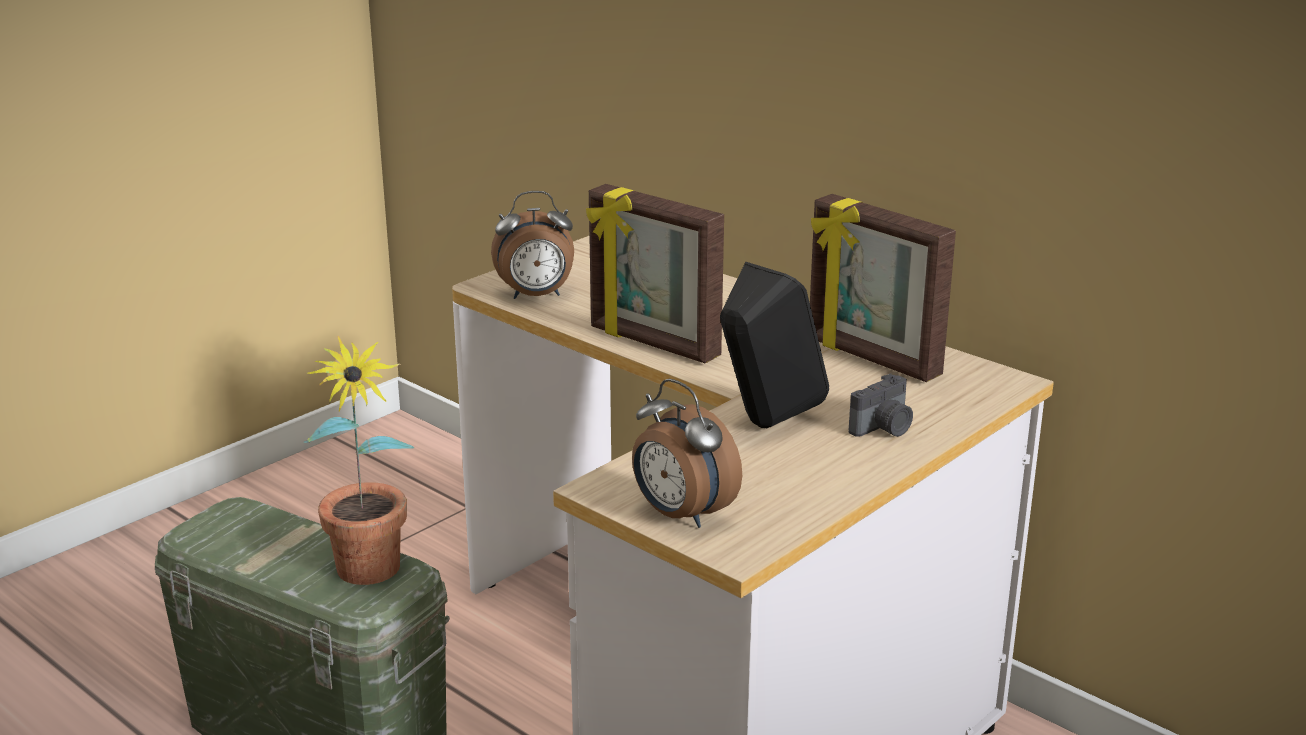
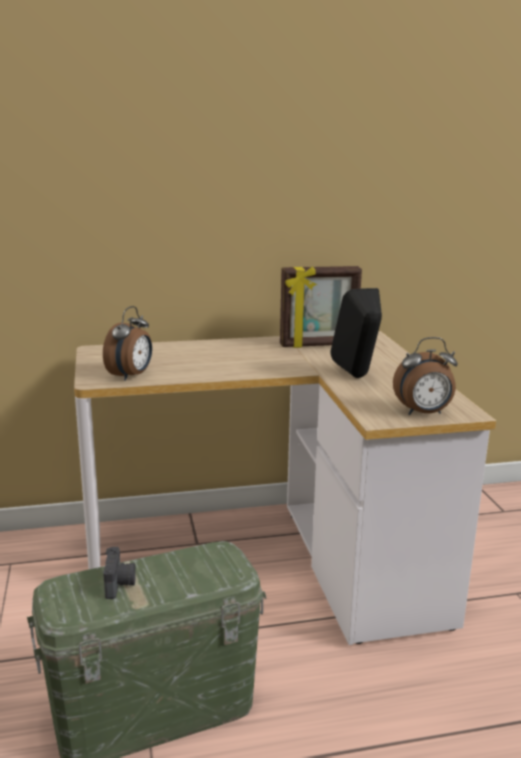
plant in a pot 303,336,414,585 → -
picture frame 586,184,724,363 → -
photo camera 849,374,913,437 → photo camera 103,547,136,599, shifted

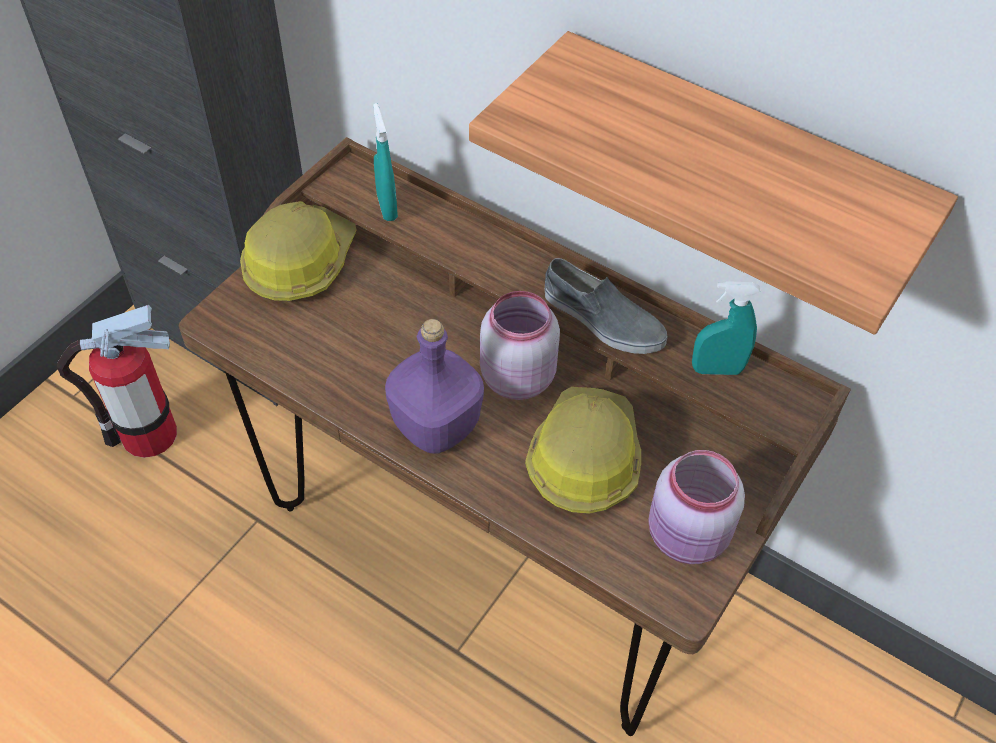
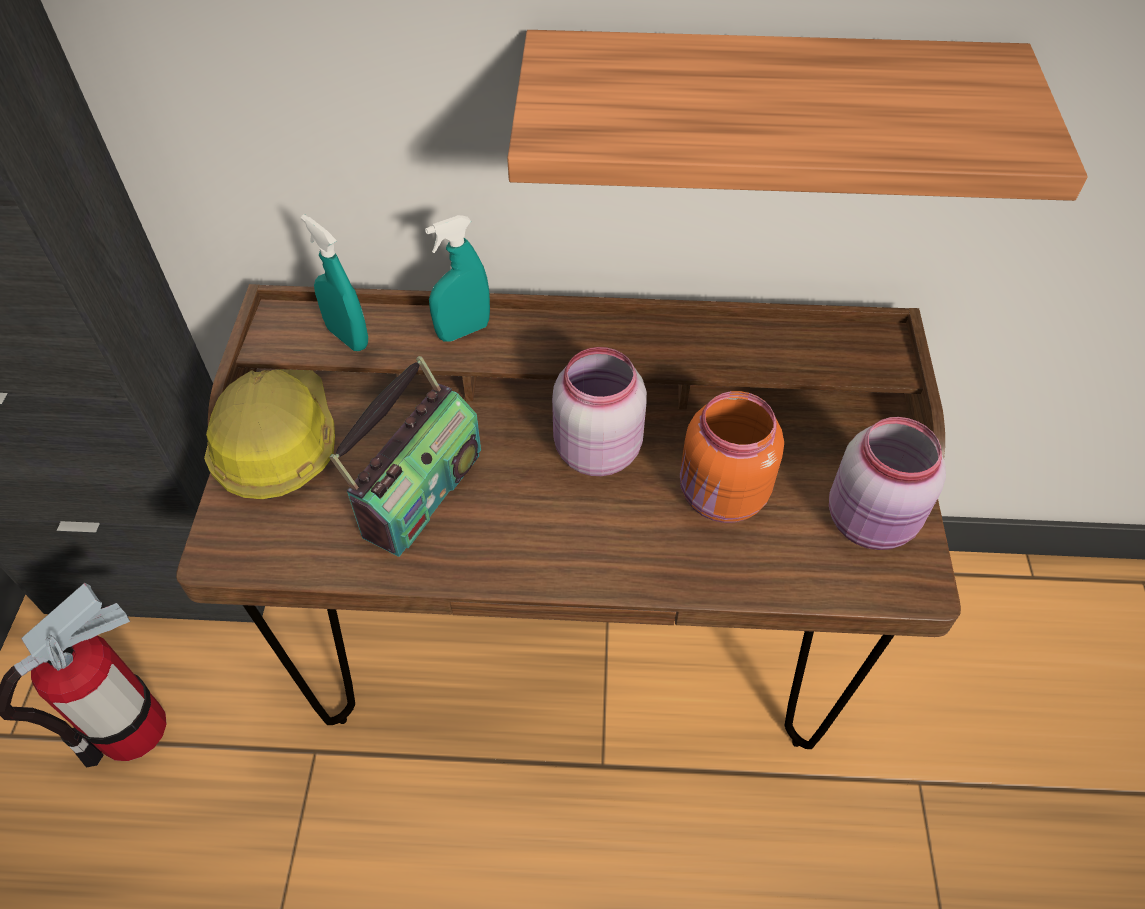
purple-coloured drink bottle 385,319,484,453 → -
greyish item of footwear 545,258,667,354 → -
- → radio 329,356,481,557
blue-green sprayer 692,281,760,375 → blue-green sprayer 425,215,490,341, shifted
work helmet 525,387,641,514 → orange preserve jar 680,391,784,523

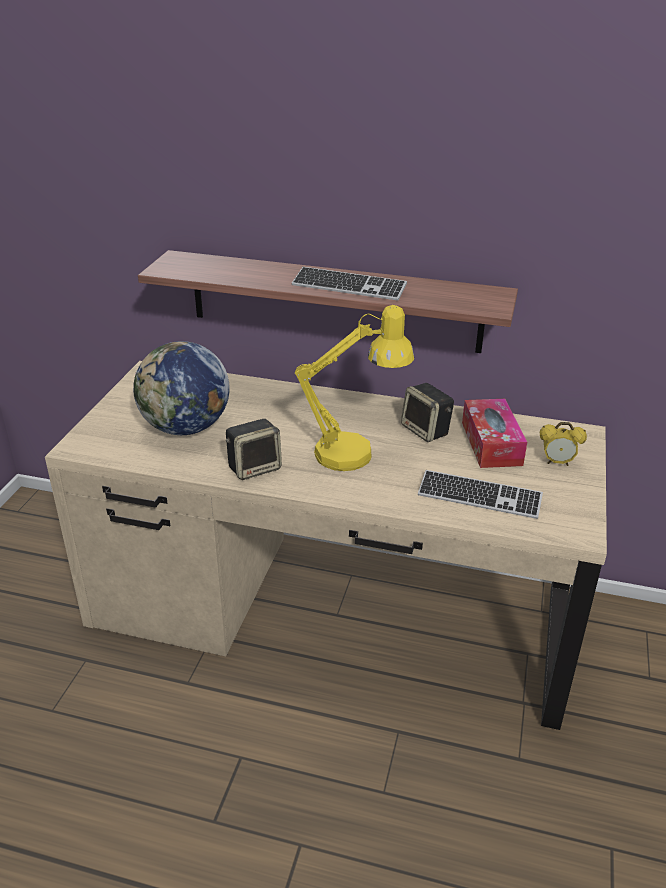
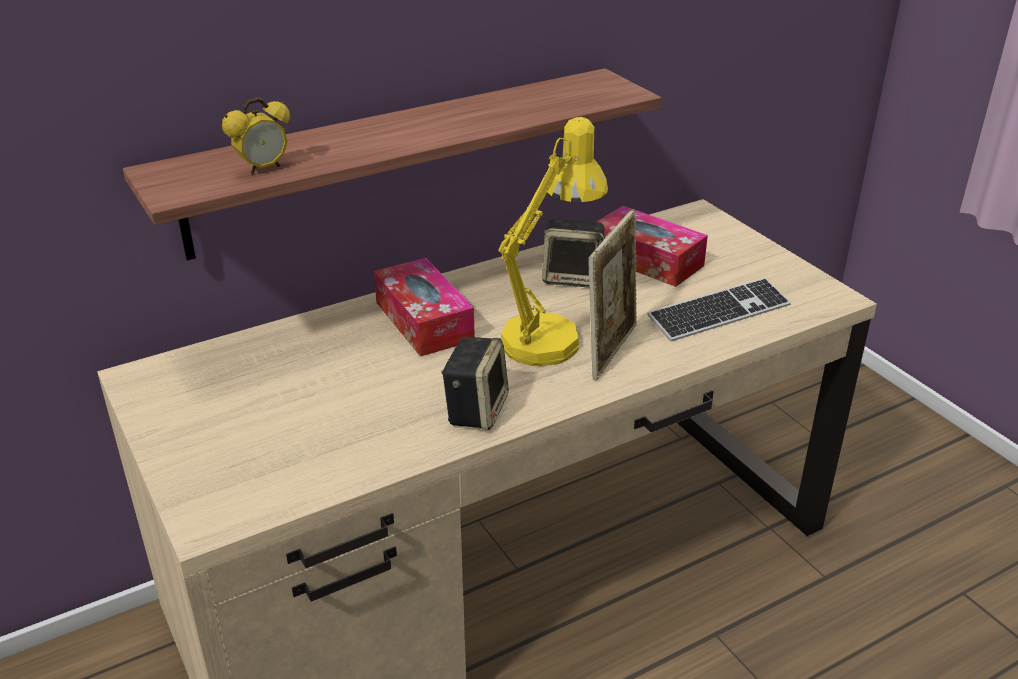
desk globe 133,341,230,435 → -
PC keyboard 292,267,407,301 → -
- → box of tissues 374,258,475,357
- → picture frame 588,210,637,380
bedside clock 540,422,587,466 → bedside clock 222,97,290,174, shifted

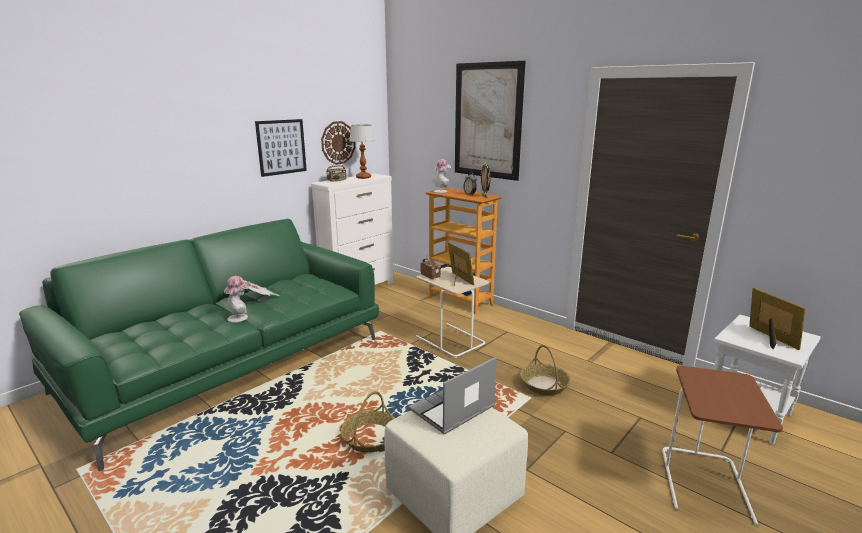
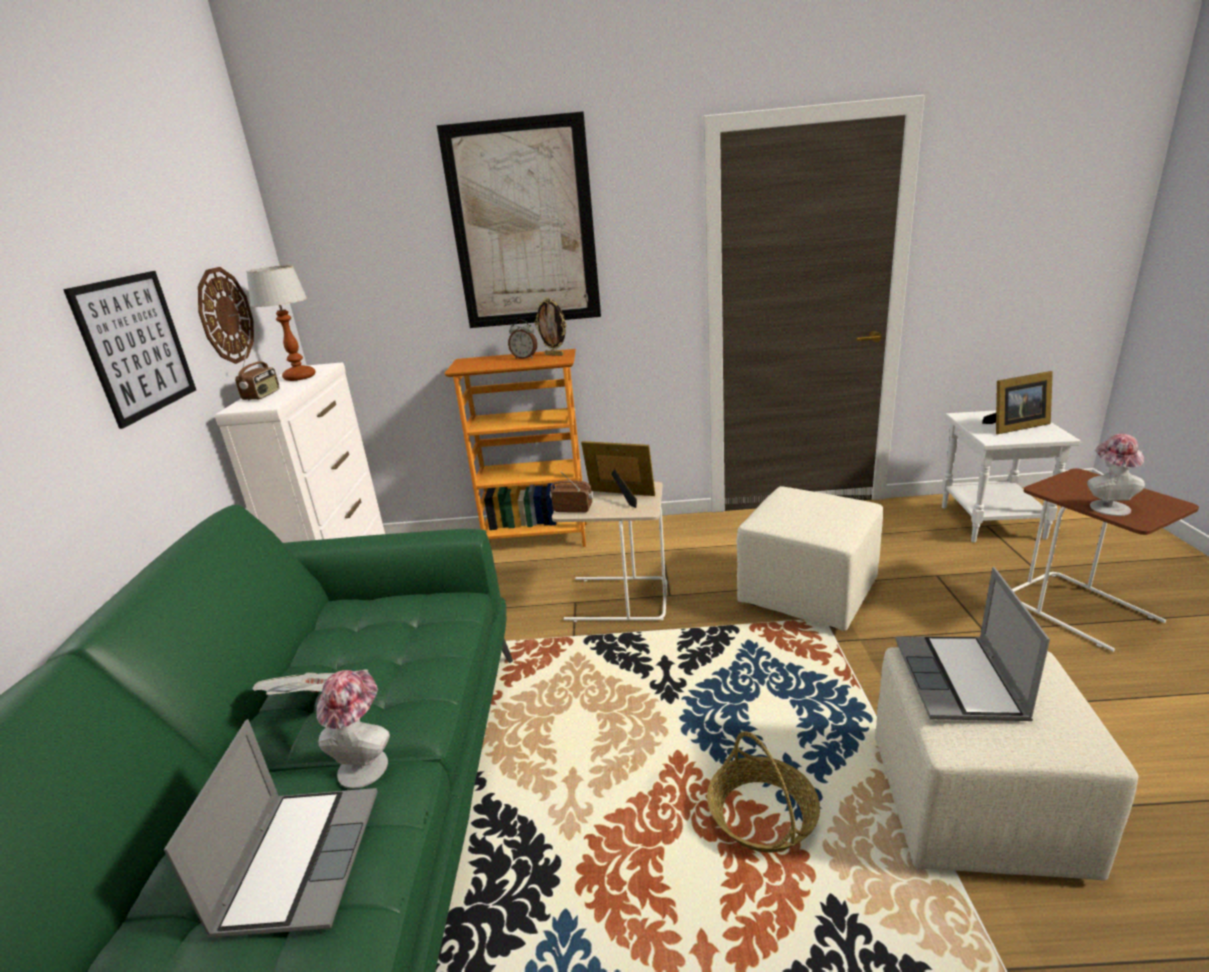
- → portable computer 164,719,378,938
clothing hat 432,159,451,193 → clothing hat 1087,434,1145,516, shifted
basket 520,345,571,395 → beige pouffe 737,486,883,631
picture frame 749,288,806,350 → picture frame 982,371,1053,434, 135 degrees clockwise

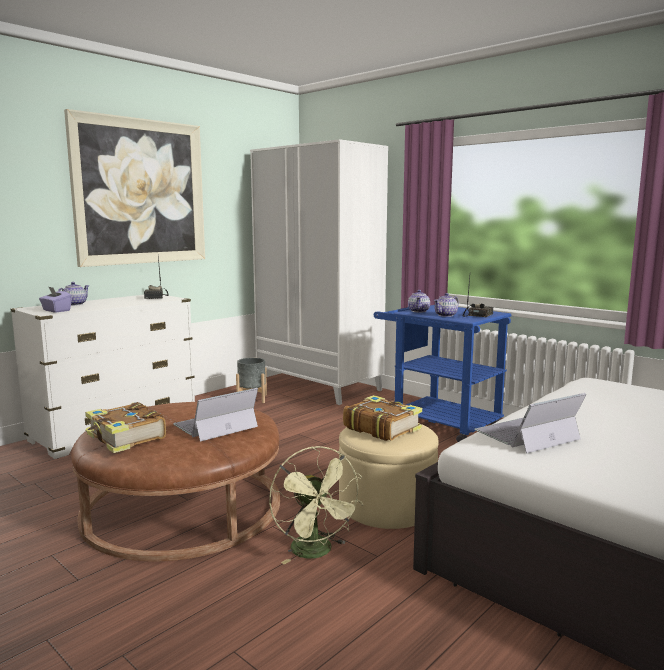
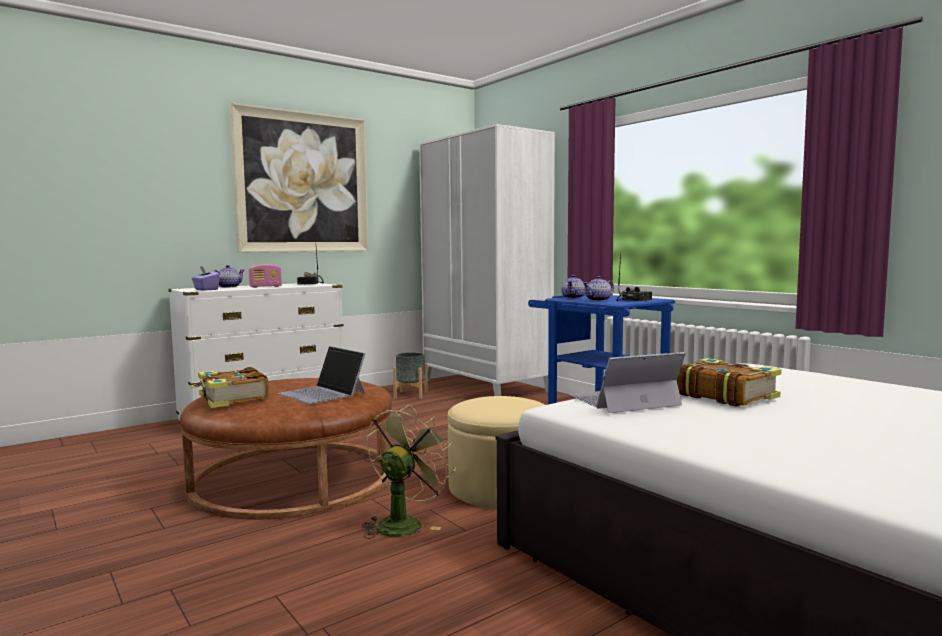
- → radio 249,264,282,288
bound book 343,395,422,441 → bound book 677,358,782,407, shifted
portable computer 173,388,258,442 → portable computer 278,346,366,404, 105 degrees counterclockwise
green electric fan 269,446,363,564 → green electric fan 362,405,456,539, 135 degrees counterclockwise

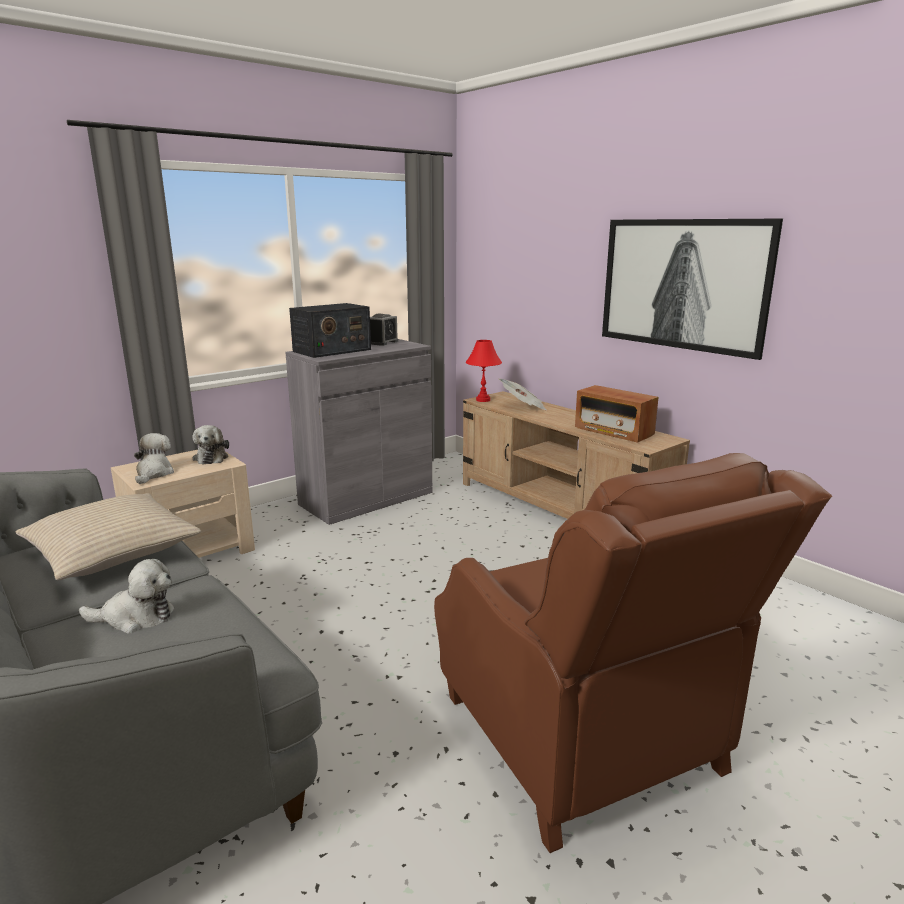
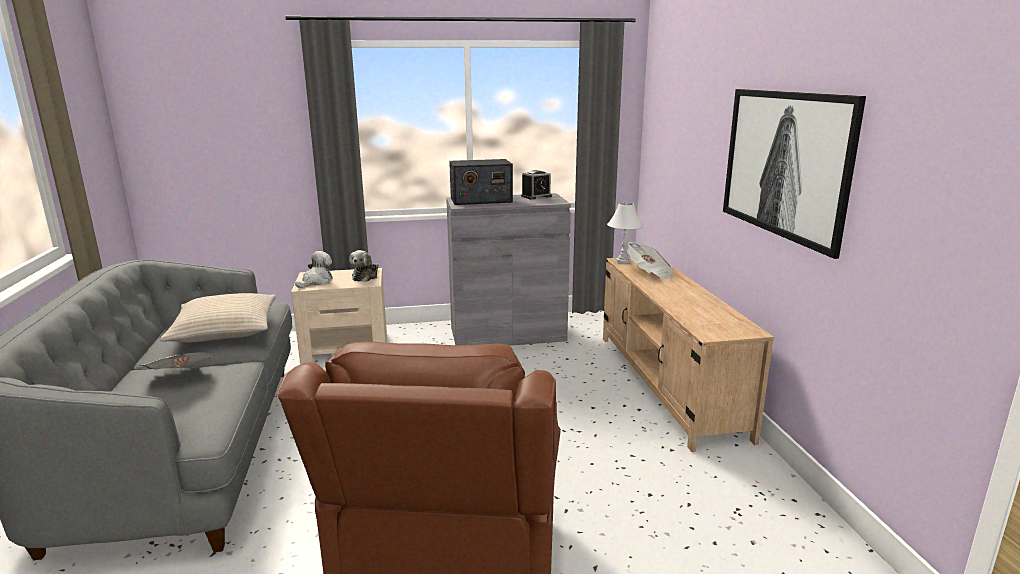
radio 575,385,658,443 → -
soft toy 79,559,174,634 → newspaper 139,352,215,370
reddish lamp for a table 466,340,502,402 → white lamp for a table 607,202,644,264

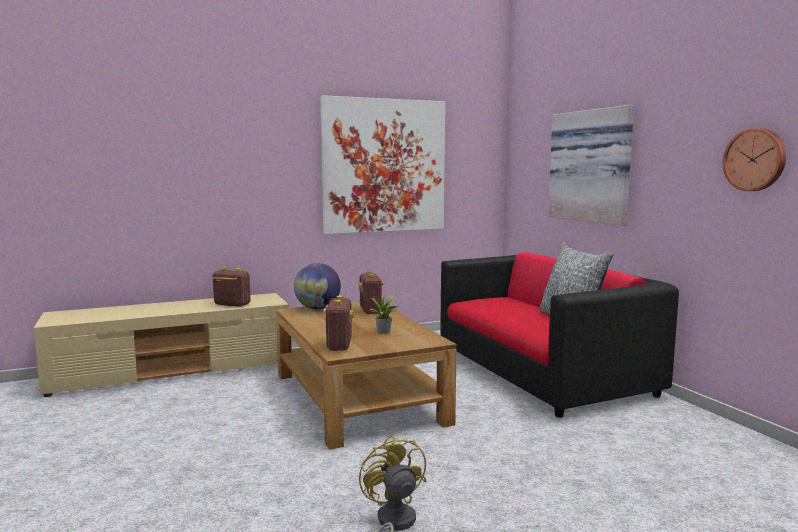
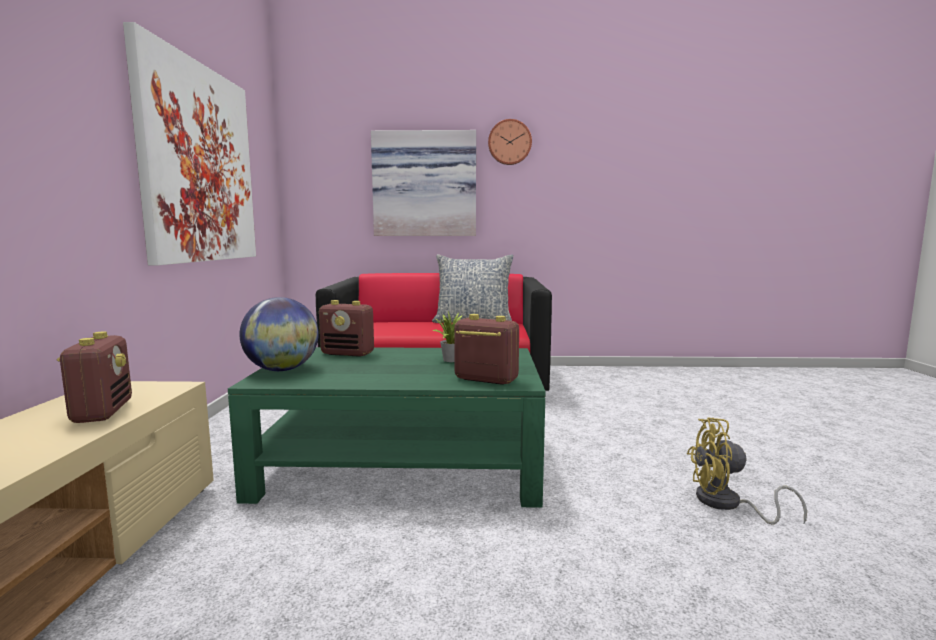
wall clock 723,128,786,191 → wall clock 488,119,532,165, shifted
brown-coloured coffee table 276,302,457,450 → green coffee table 228,347,546,508
radio 213,268,250,307 → radio 57,331,132,423, 120 degrees clockwise

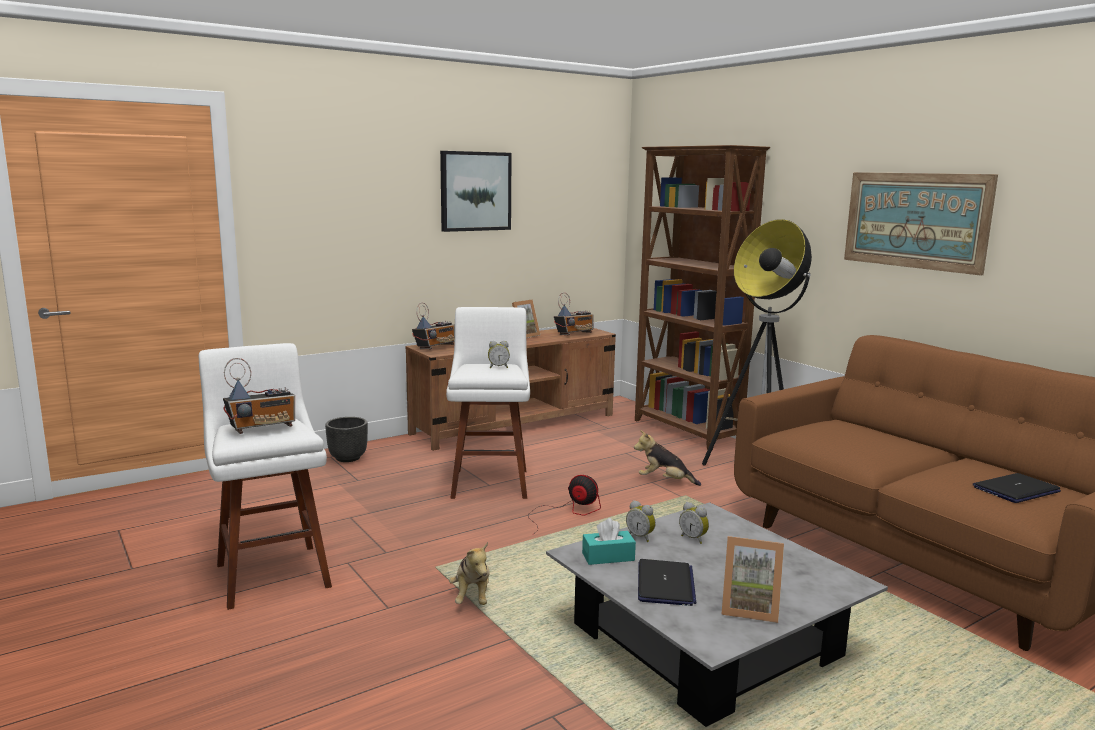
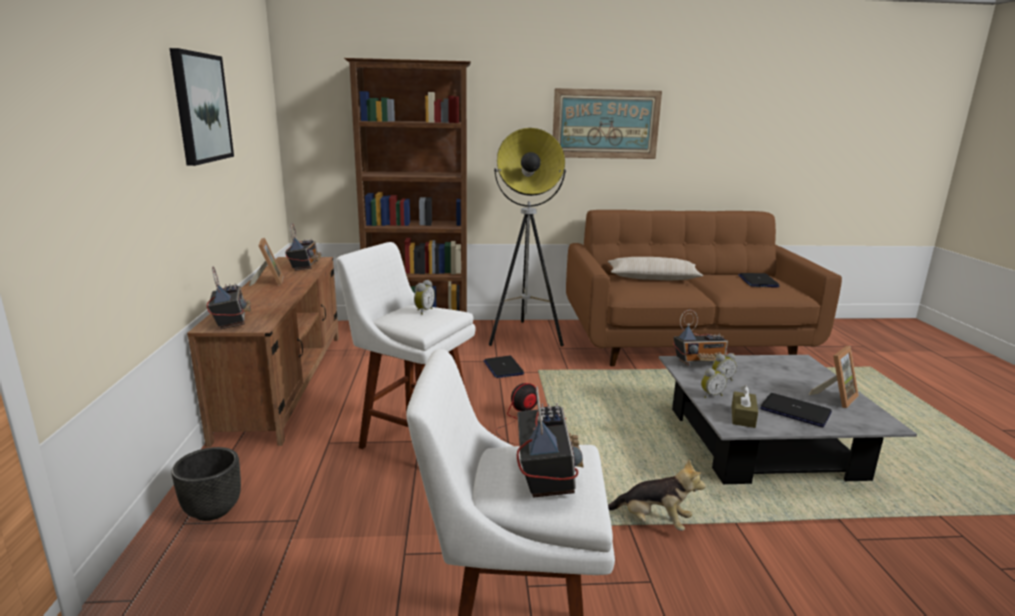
- → beige pillow 608,257,703,280
- → radio 673,310,728,366
soft toy 634,430,701,486 → portable computer 484,356,524,378
blue-green box of tissues 582,518,636,565 → brown-coloured box of tissues 731,385,758,428

